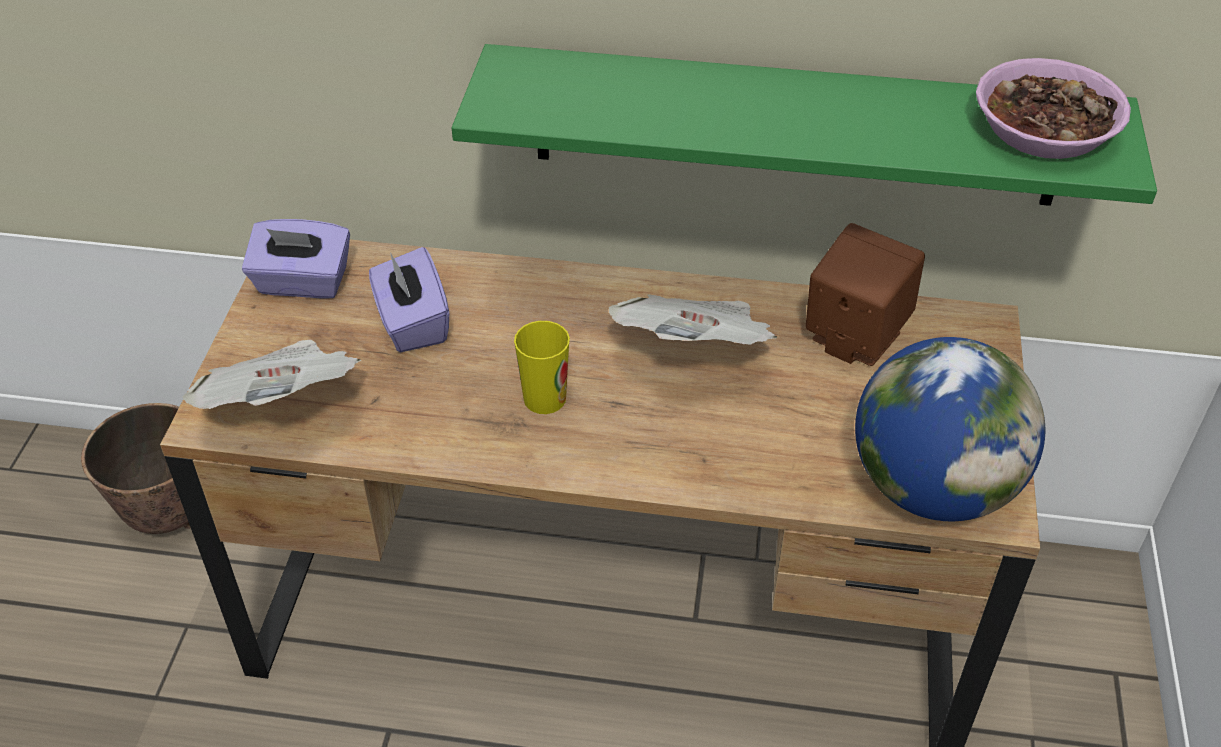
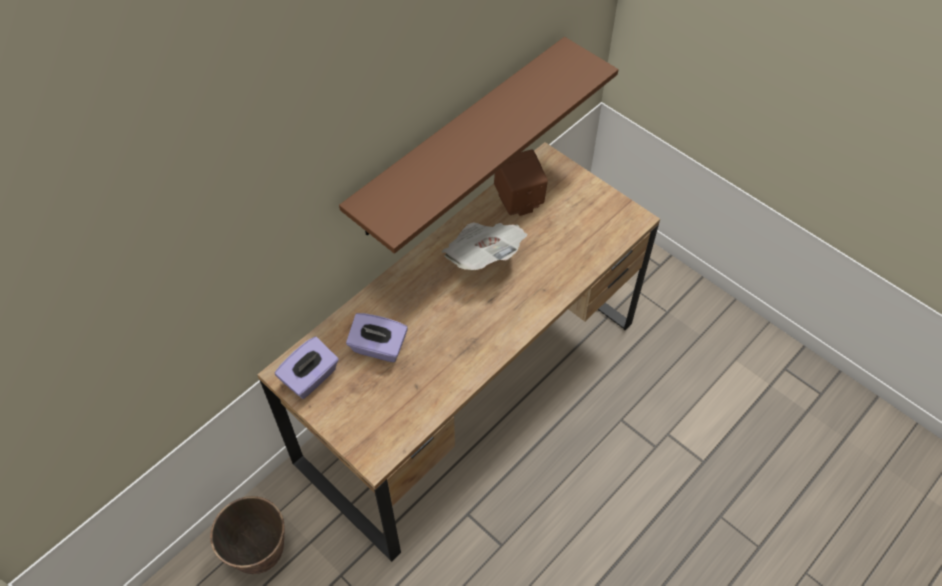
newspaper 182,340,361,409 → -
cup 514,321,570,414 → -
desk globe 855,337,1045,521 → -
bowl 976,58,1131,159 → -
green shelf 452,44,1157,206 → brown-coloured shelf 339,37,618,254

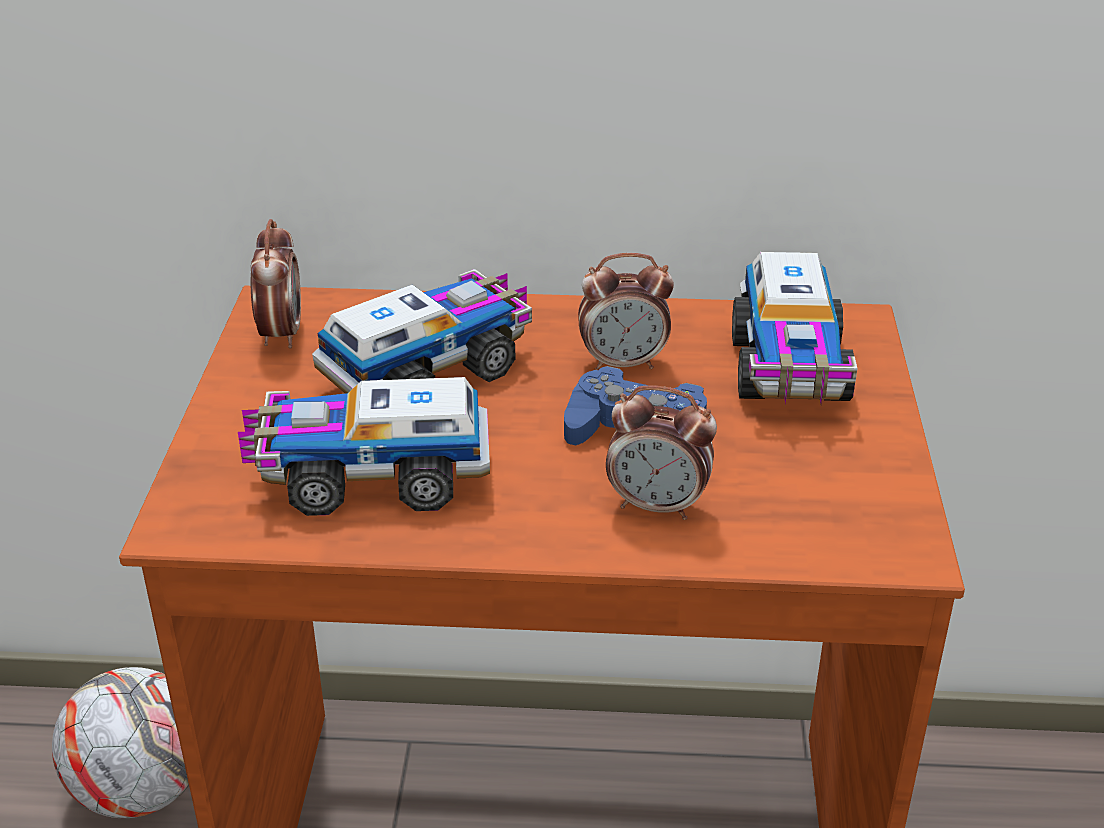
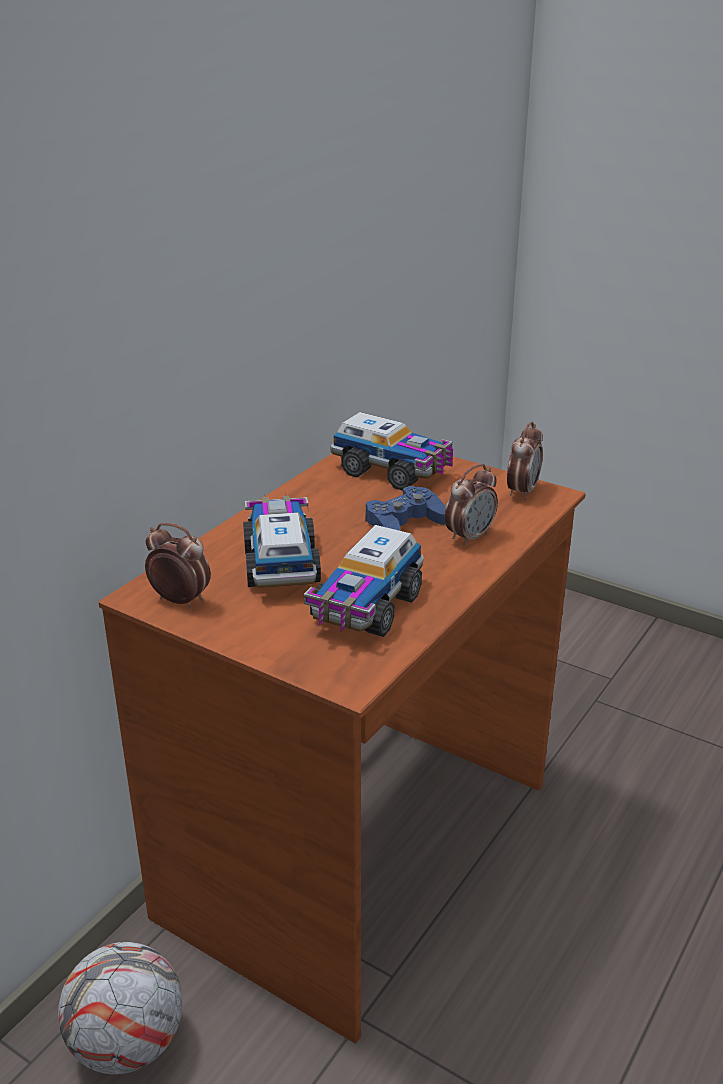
bedside clock 578,253,674,370 → bedside clock 507,421,543,500, shifted

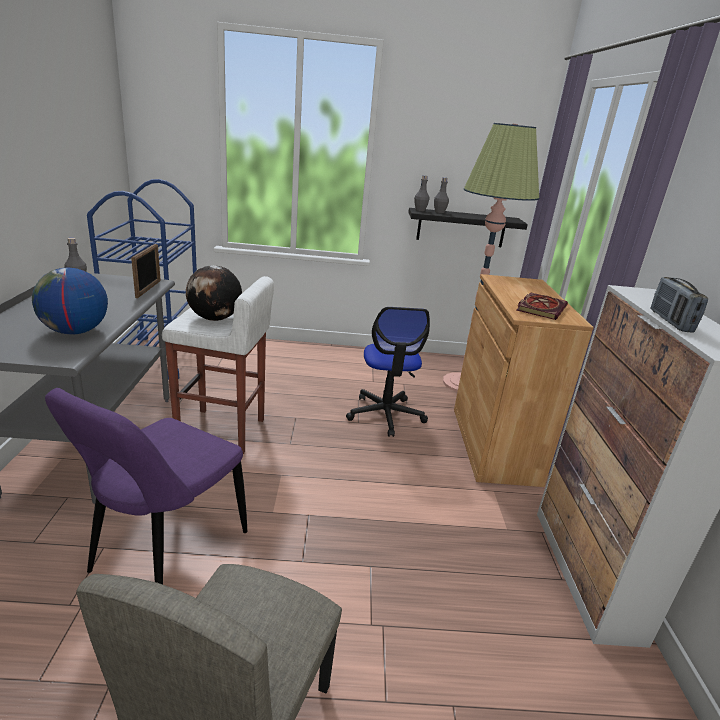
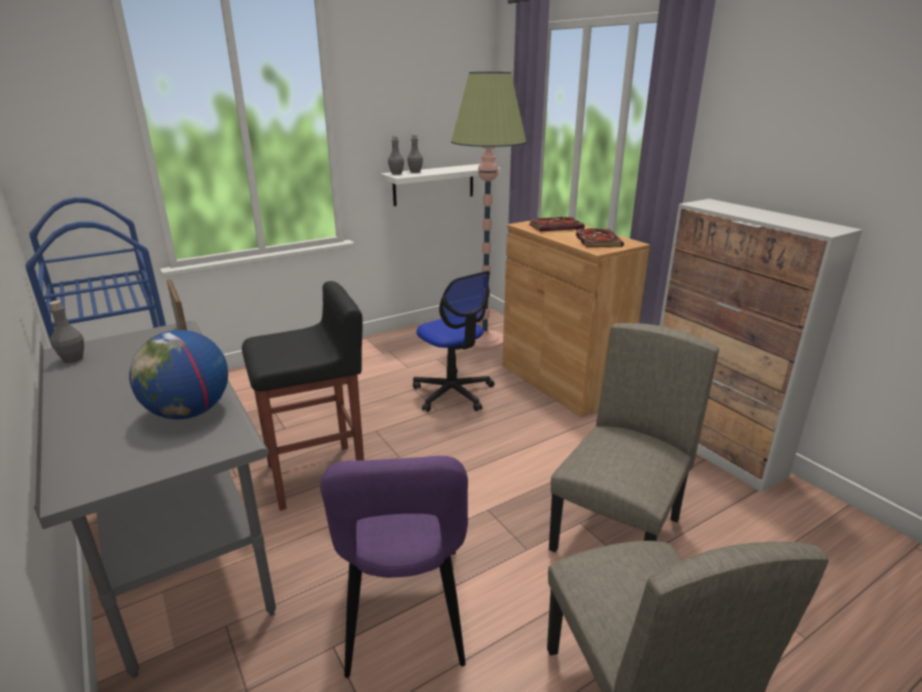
desk globe 186,265,242,321 → -
radio 650,277,708,333 → -
- → bound book 529,217,585,232
- → beige upright chair 549,323,719,553
white stool 162,276,274,454 → black-coloured stool 242,281,364,510
black-coloured shelf 408,208,528,247 → white shelf 381,164,501,206

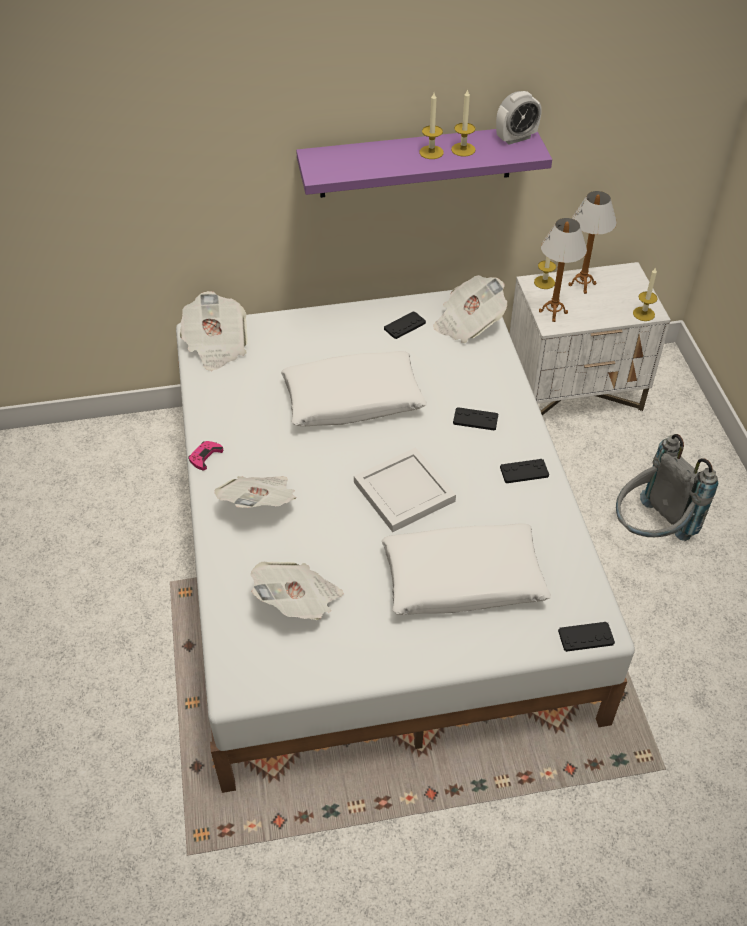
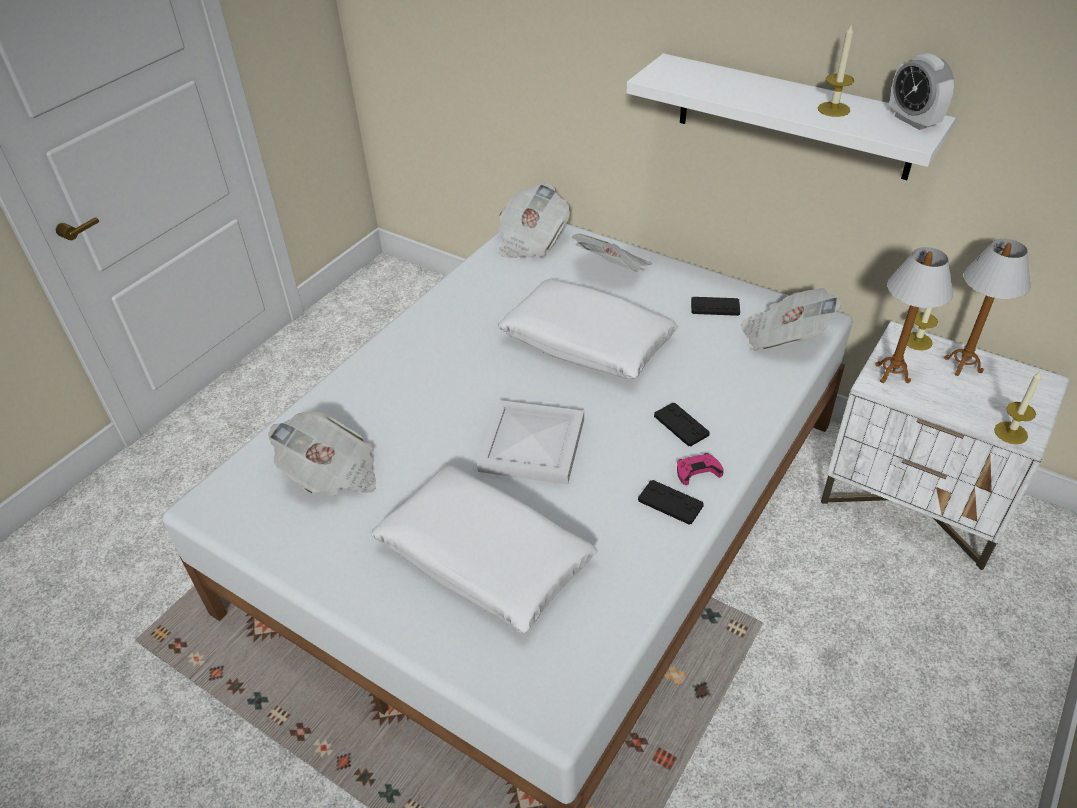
wax candle 420,93,444,159 → -
black-coloured joypad 558,622,615,652 → -
greyish backpack 616,434,718,541 → -
pink joypad 188,441,223,470 → pink joypad 677,453,724,485, shifted
newspaper 215,476,296,508 → newspaper 572,233,653,272, shifted
purple-coloured shelf 296,129,552,198 → white shelf 626,53,956,180
bedside clock 496,91,542,145 → bedside clock 889,53,954,130, 45 degrees clockwise

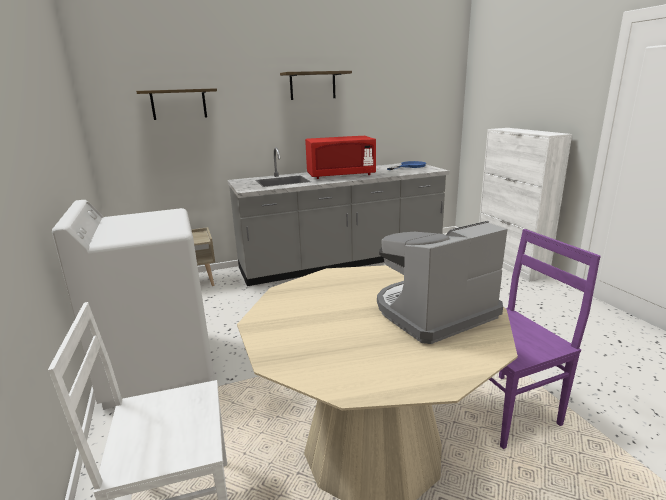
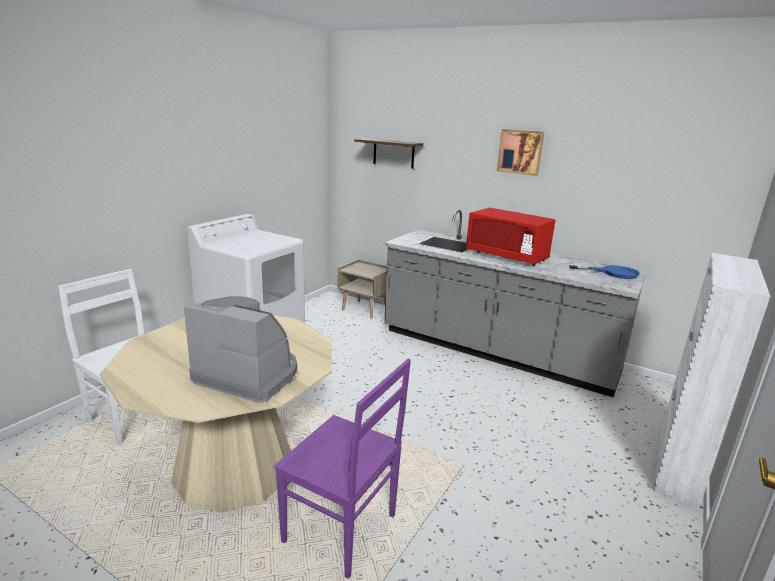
shelf 280,71,352,100 → wall art 497,129,545,176

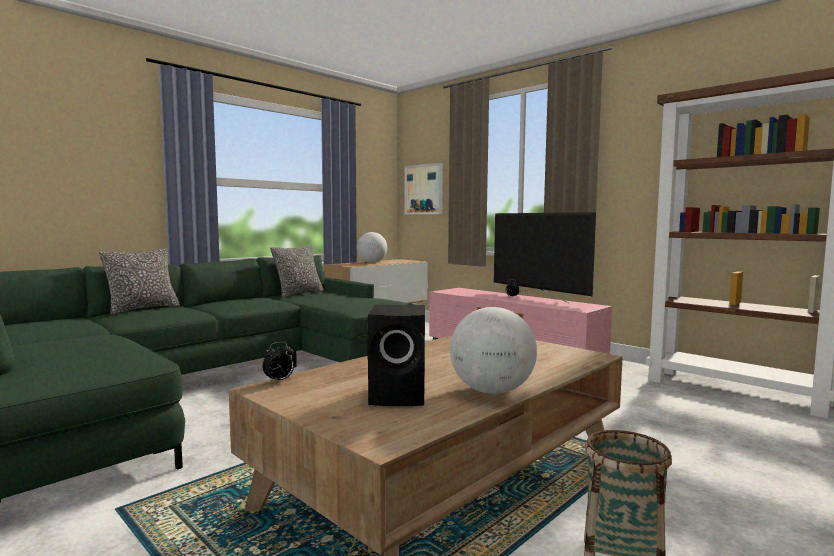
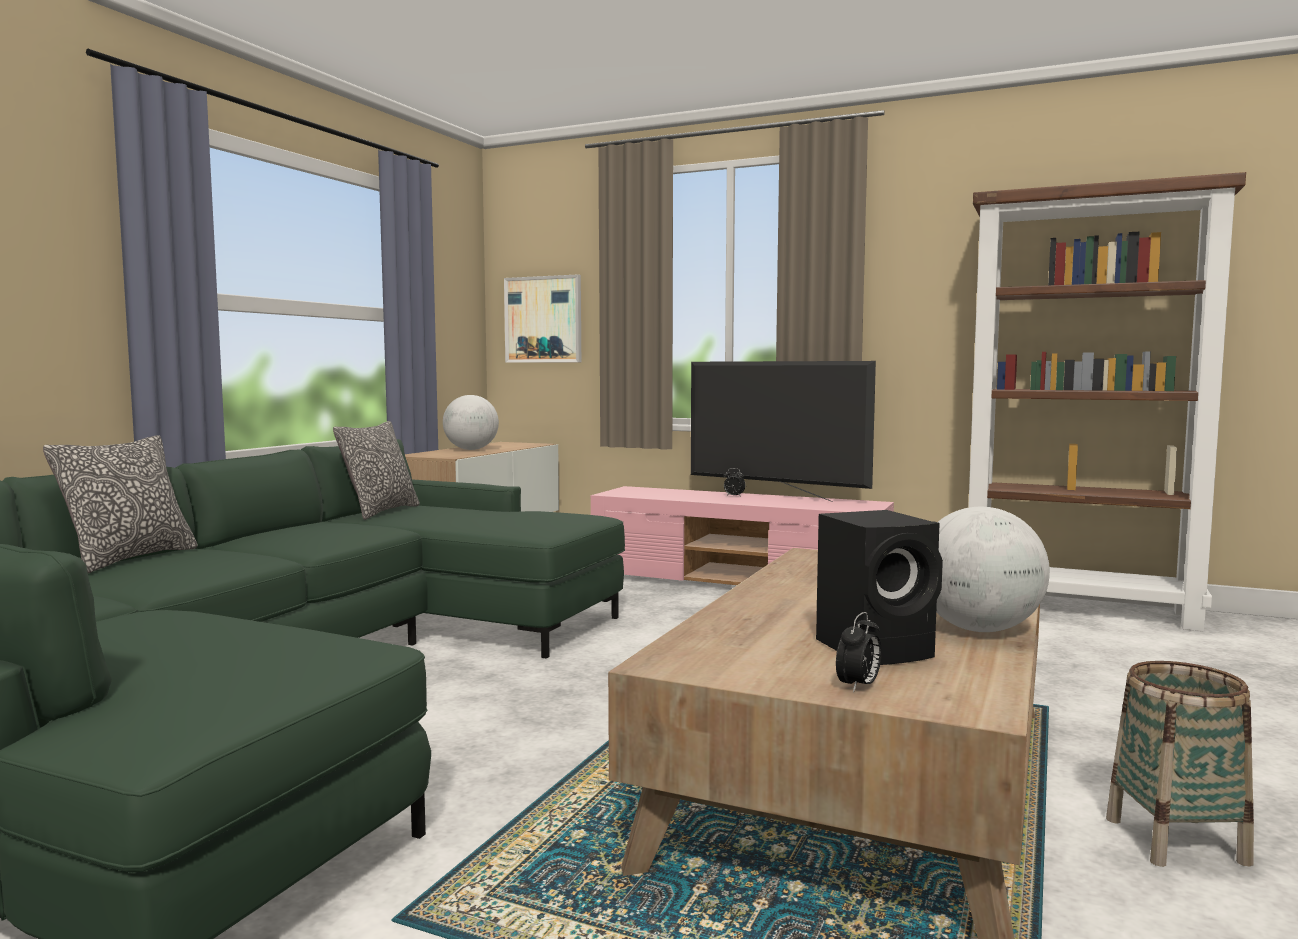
bedside clock 262,342,294,383 → bedside clock 836,612,882,692, shifted

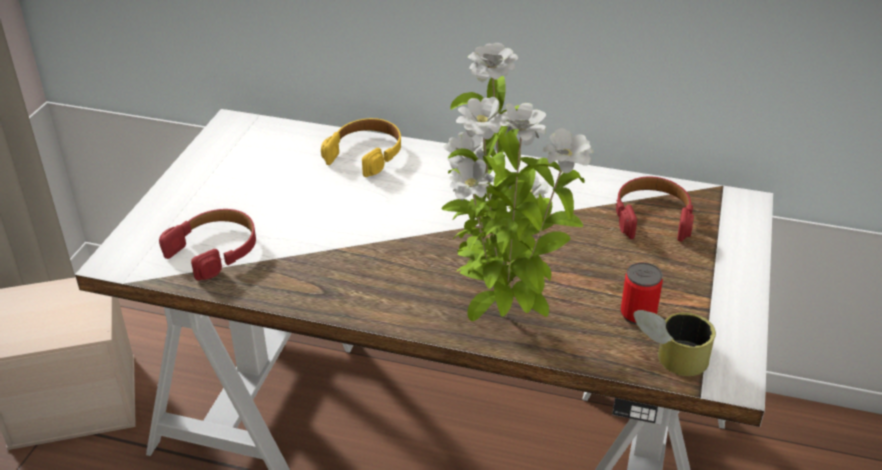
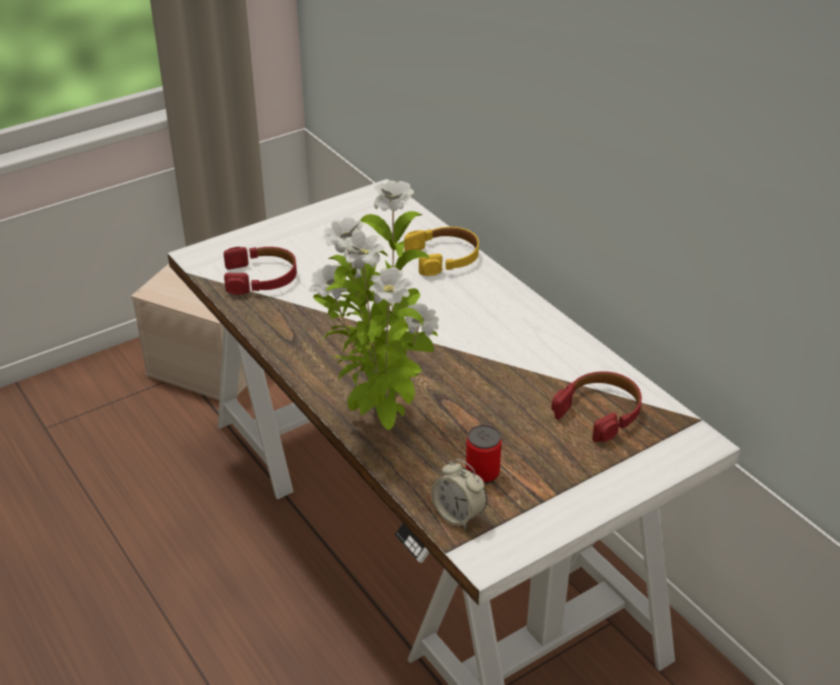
metal can 633,310,716,376 → bedside clock 431,459,487,529

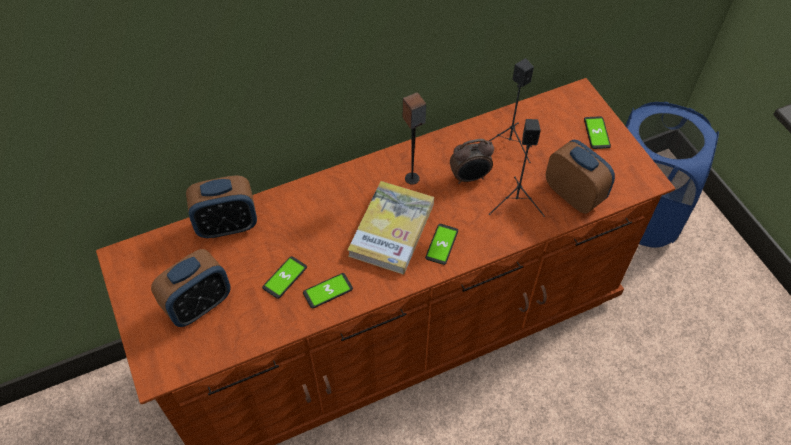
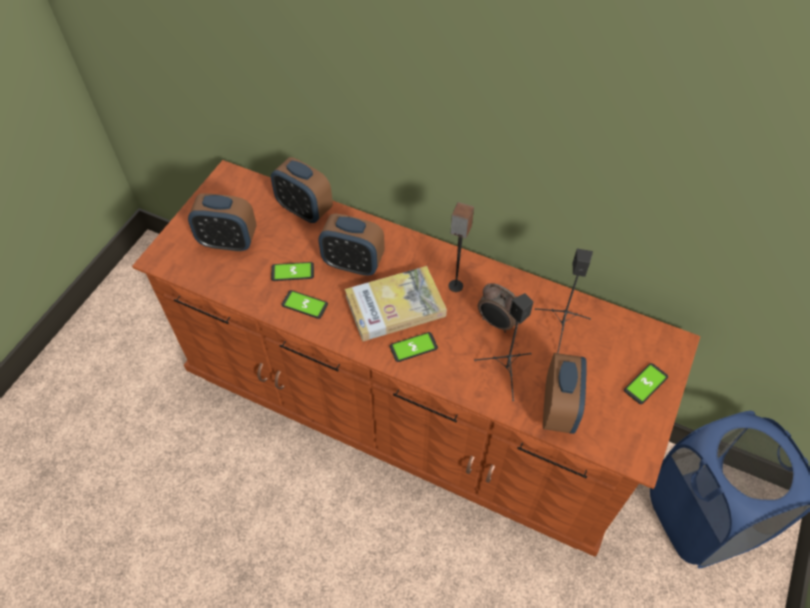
- → bedside clock 319,213,385,276

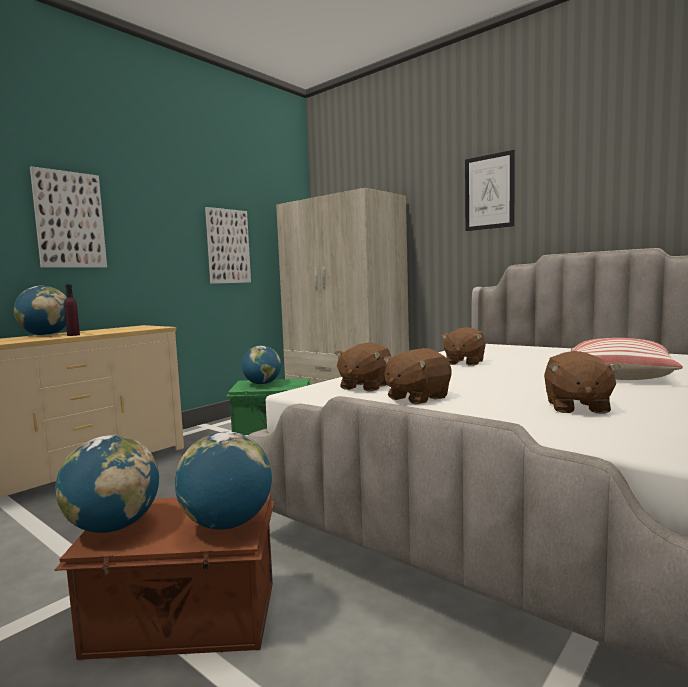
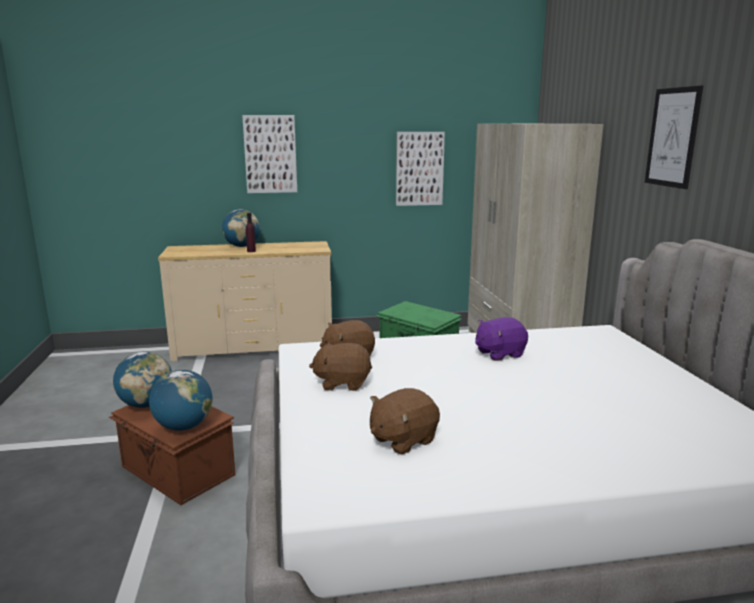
desk globe 242,346,281,385 → -
pillow 571,338,683,380 → -
brown-coloured soft toy 441,327,486,366 → purple-coloured soft toy 475,317,528,361

